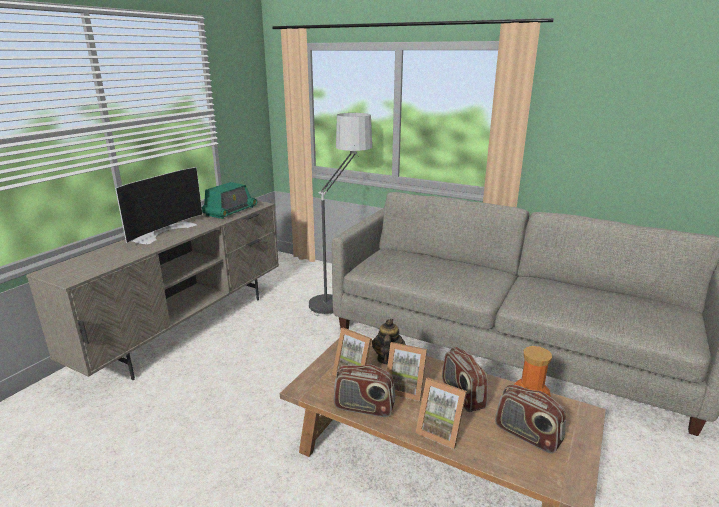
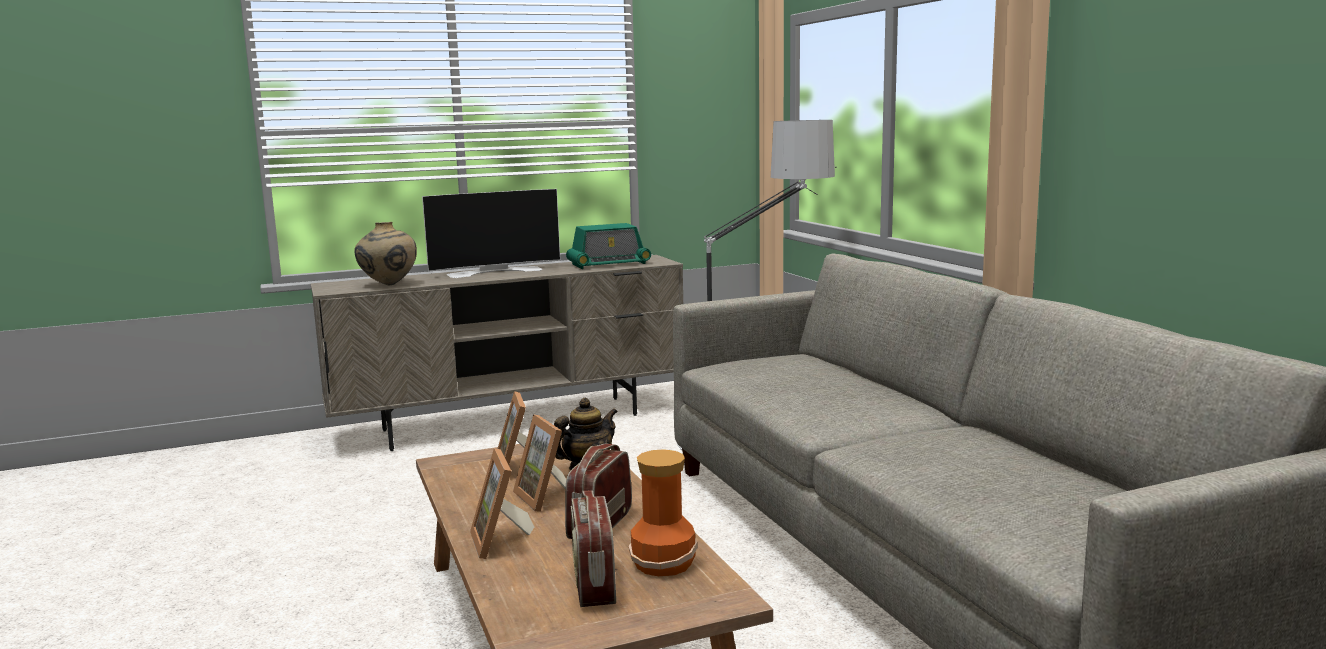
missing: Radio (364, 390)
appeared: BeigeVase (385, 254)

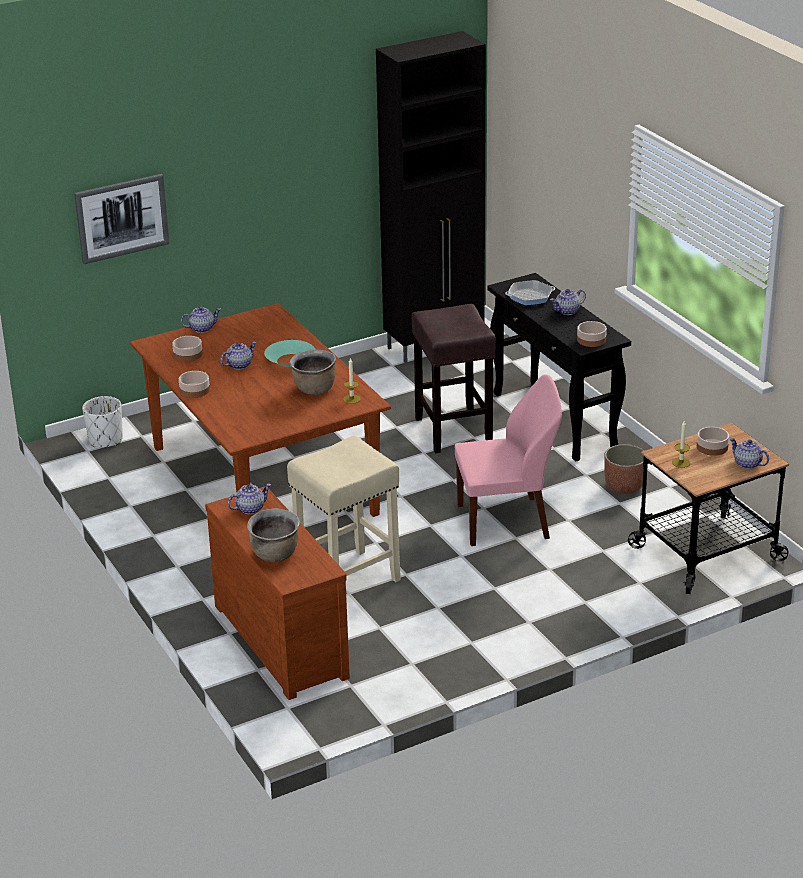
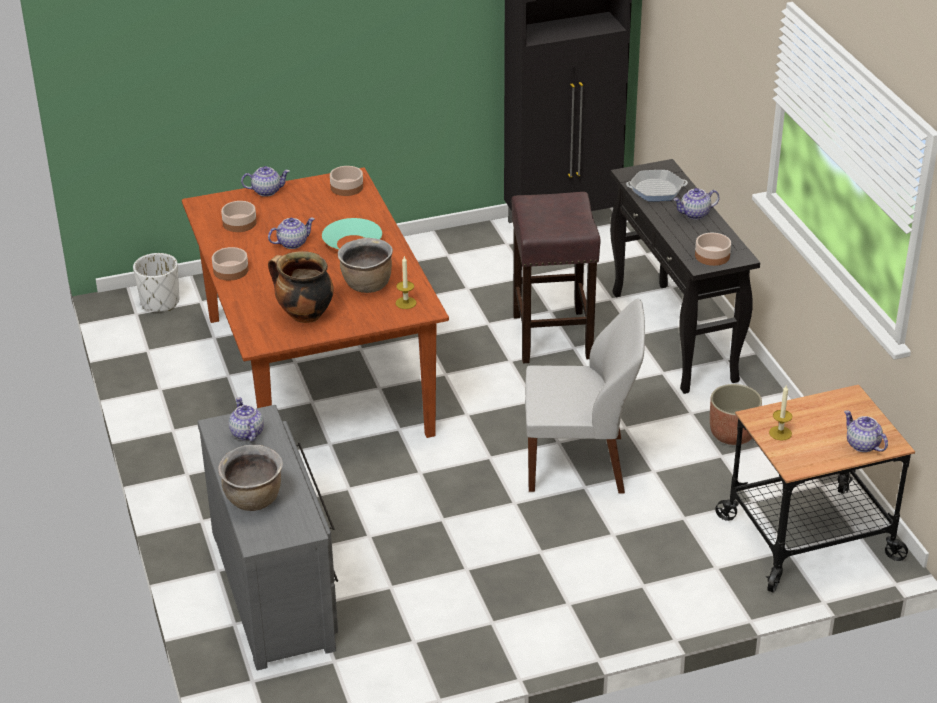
missing: Picture (122, 219); BeigeStool (344, 509)
appeared: CookingPot (301, 287)
relocated: Bowl (713, 441) to (346, 181)
colour: BrownDresser (277, 593) to GreyDresser (267, 537); PinkChair (508, 460) to WhiteChair (585, 396)
spun: Teapot (249, 499) = (246, 419) 90 degrees counterclockwise

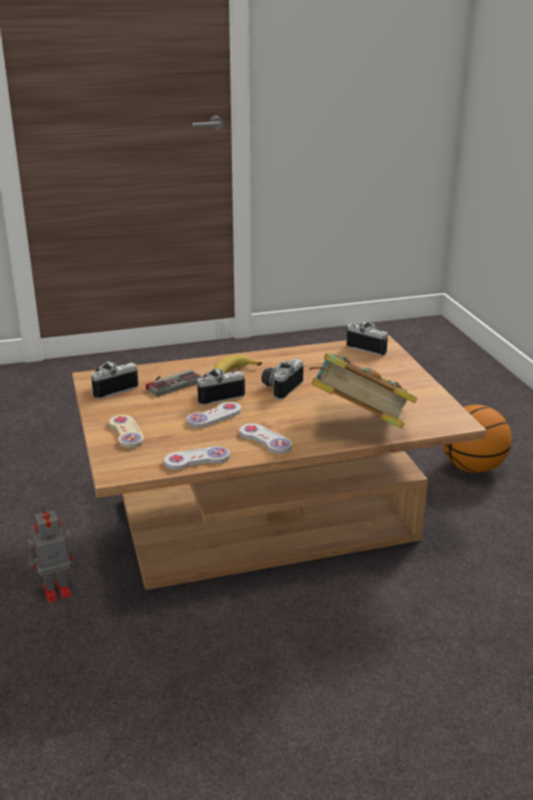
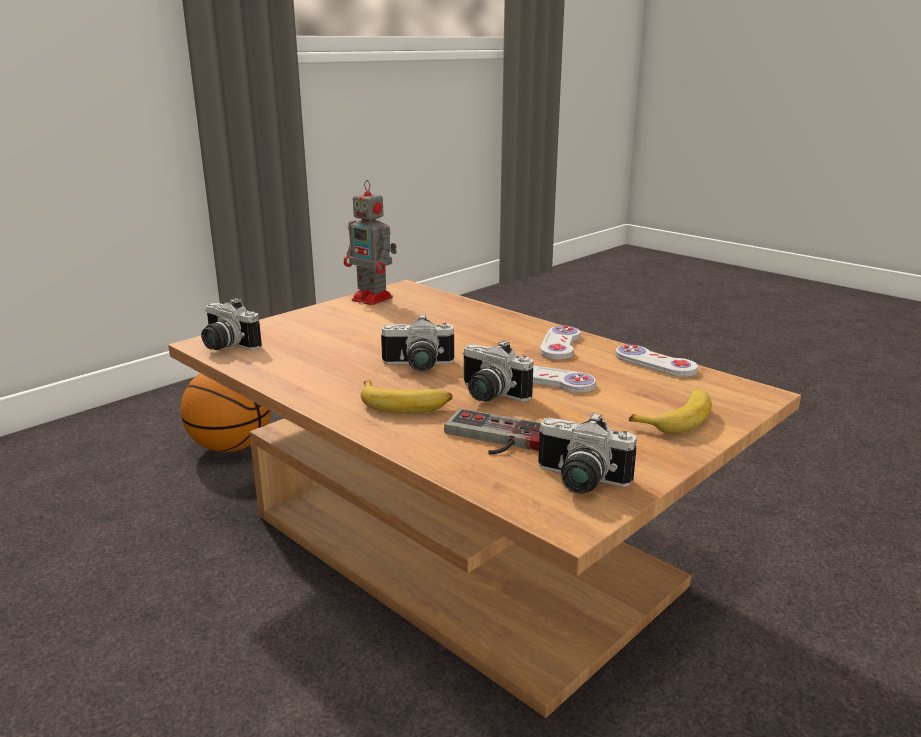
missing: Book (363, 390)
relocated: ToyRobot (50, 554) to (370, 242)
exchanged: BeigeGameController (126, 431) to Banana (670, 411)
spun: PhotoCamera (367, 338) = (231, 324) 60 degrees counterclockwise

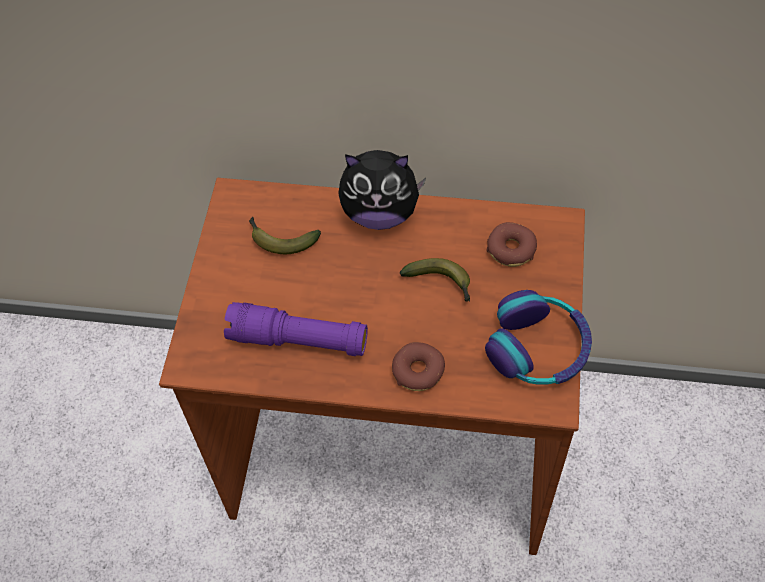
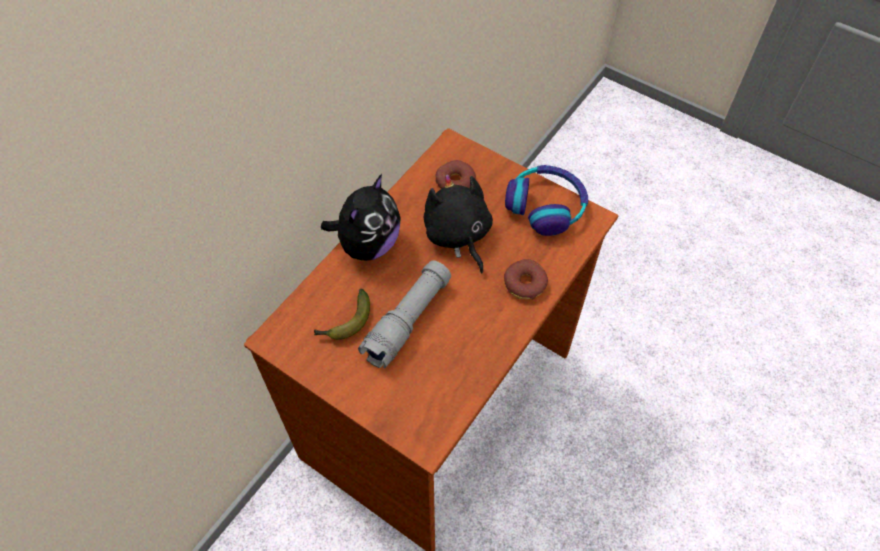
missing: PurpleFlashlight (296, 329)
appeared: GreyFlashlight (404, 314)
exchanged: Banana (435, 280) to BlackPlushToy (458, 223)

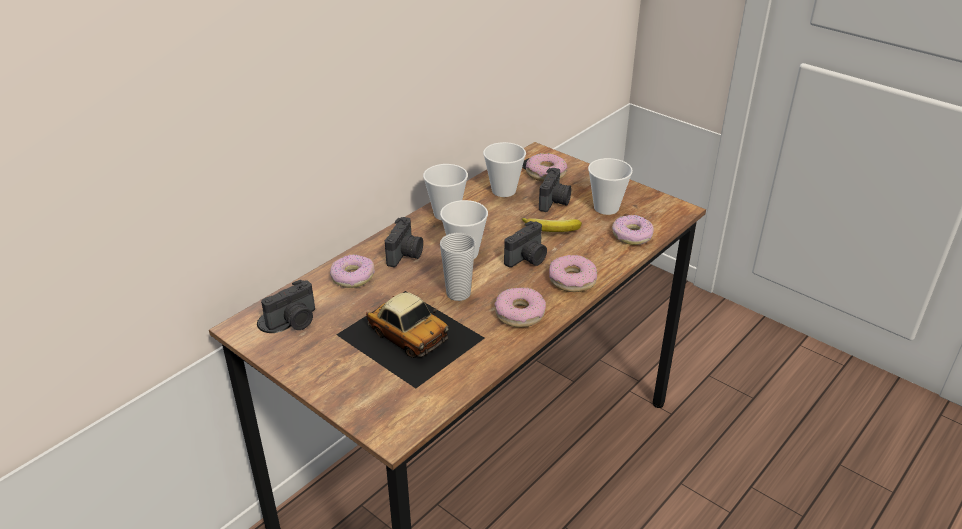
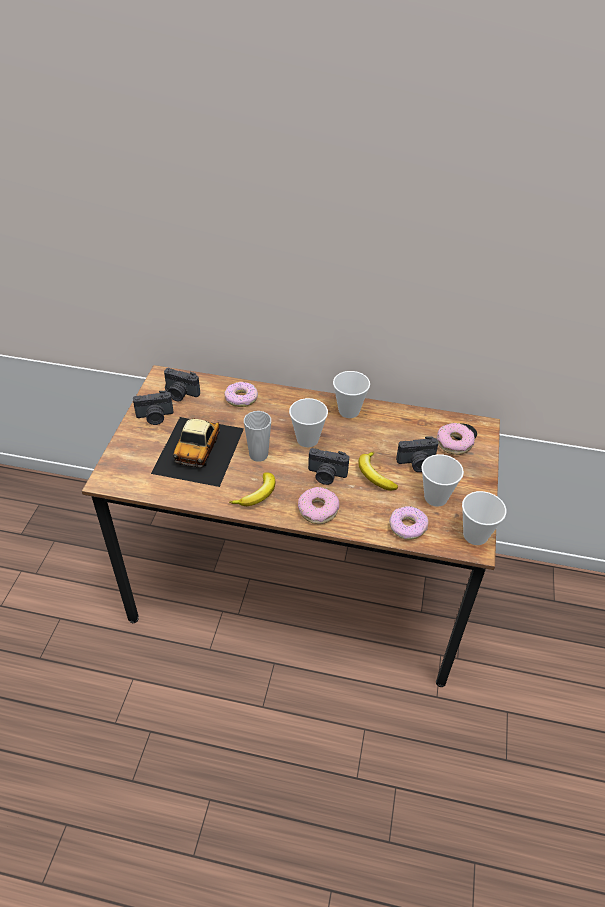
relocated: PhotoCamera (404, 242) to (153, 408); Cup (504, 169) to (484, 518)
exchanged: Donut (520, 307) to Banana (252, 489)

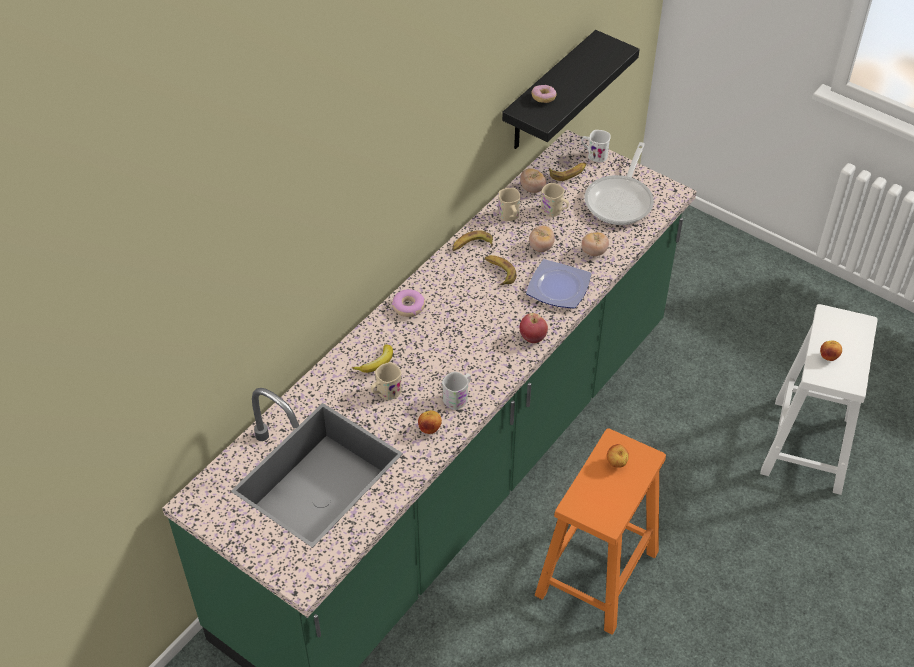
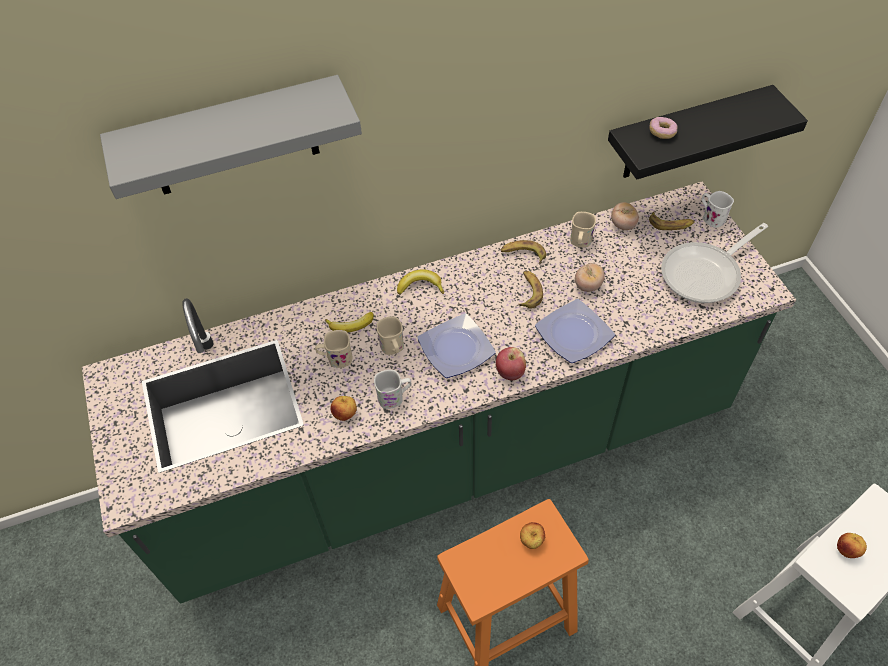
missing: Tomato (595, 244)
appeared: GreyShelf (231, 137); Plate (456, 345)
relocated: BeigeMug (555, 200) to (390, 335)
exchanged: Donut (408, 303) to Banana (420, 281)

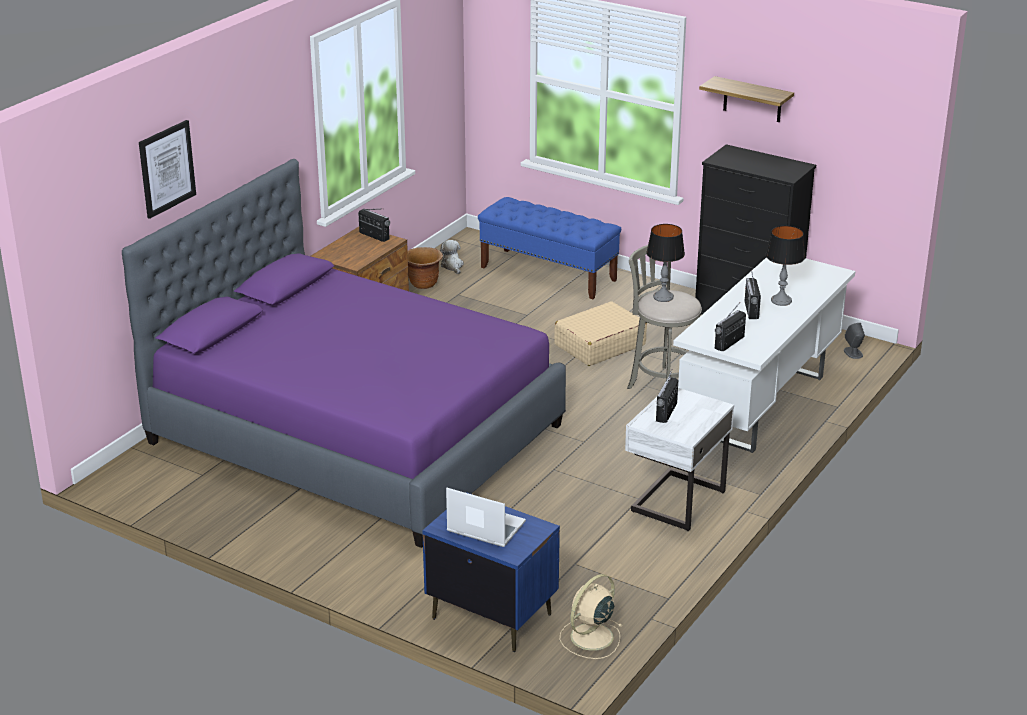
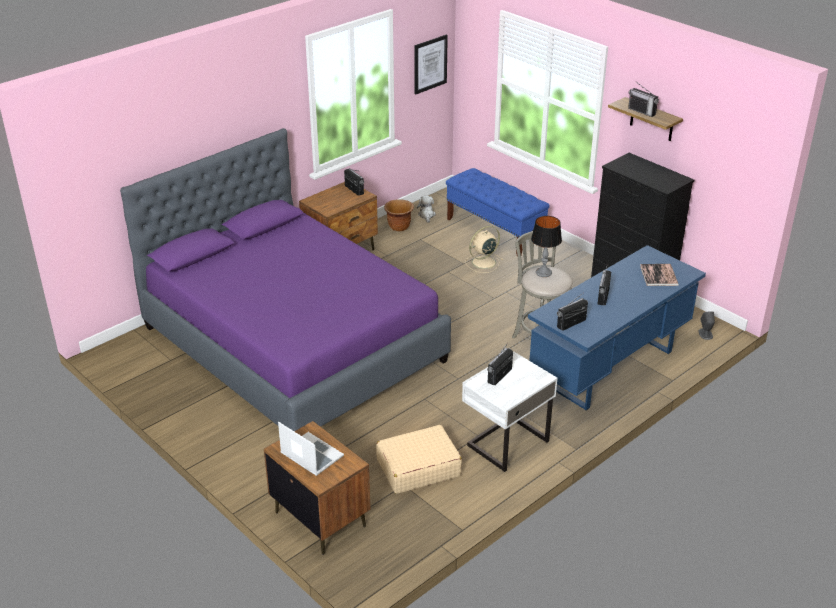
missing: TableLamp (785, 266)
appeared: Radio (643, 100); Book (659, 275)
relocated: BeigeSuitcase (600, 333) to (419, 459); Picture (167, 169) to (431, 64); BeigeFan (591, 616) to (484, 249)
colour: BlueNightstand (491, 572) to BrownNightstand (317, 488); WhiteDesk (764, 355) to BlueDesk (617, 327)

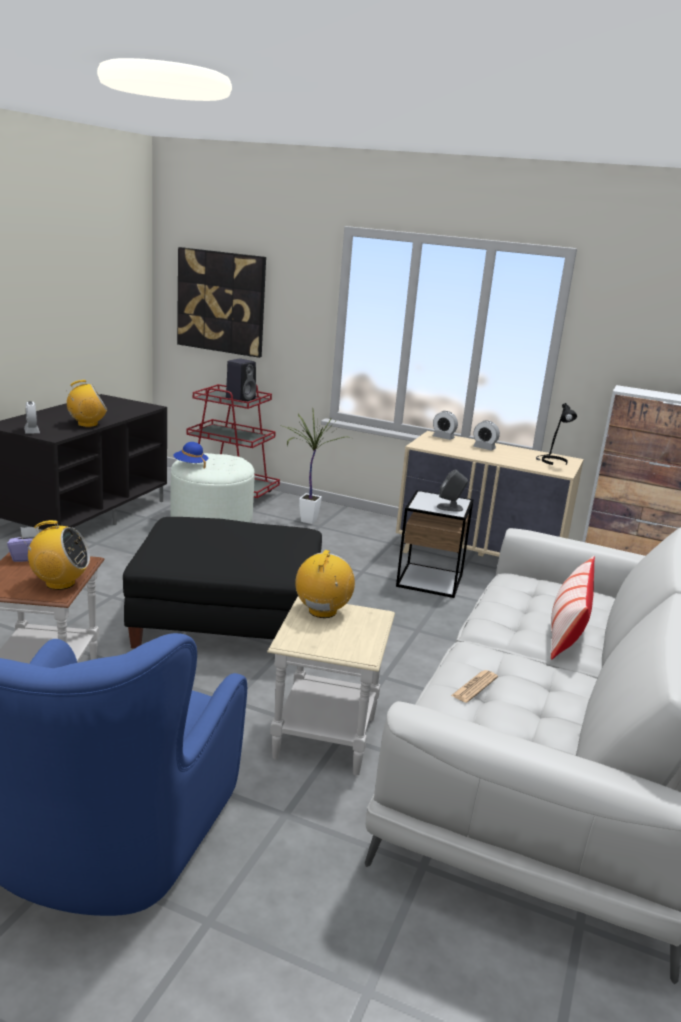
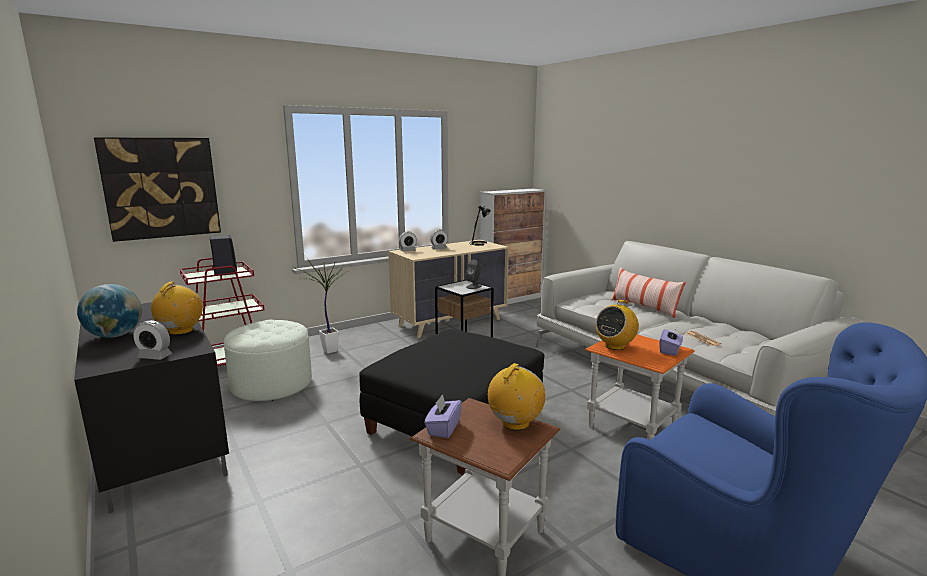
missing: BlueHat (190, 455)
appeared: Globe (109, 311); PurpleTissueBox (671, 342)
colour: BeigeSideTable (331, 686) to OrangeSideTable (640, 387)
spun: Radio (325, 584) = (617, 325) 90 degrees counterclockwise

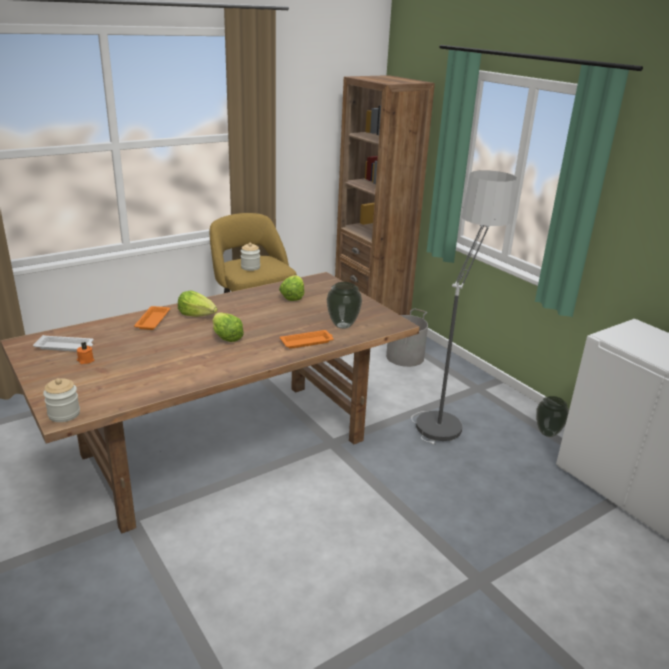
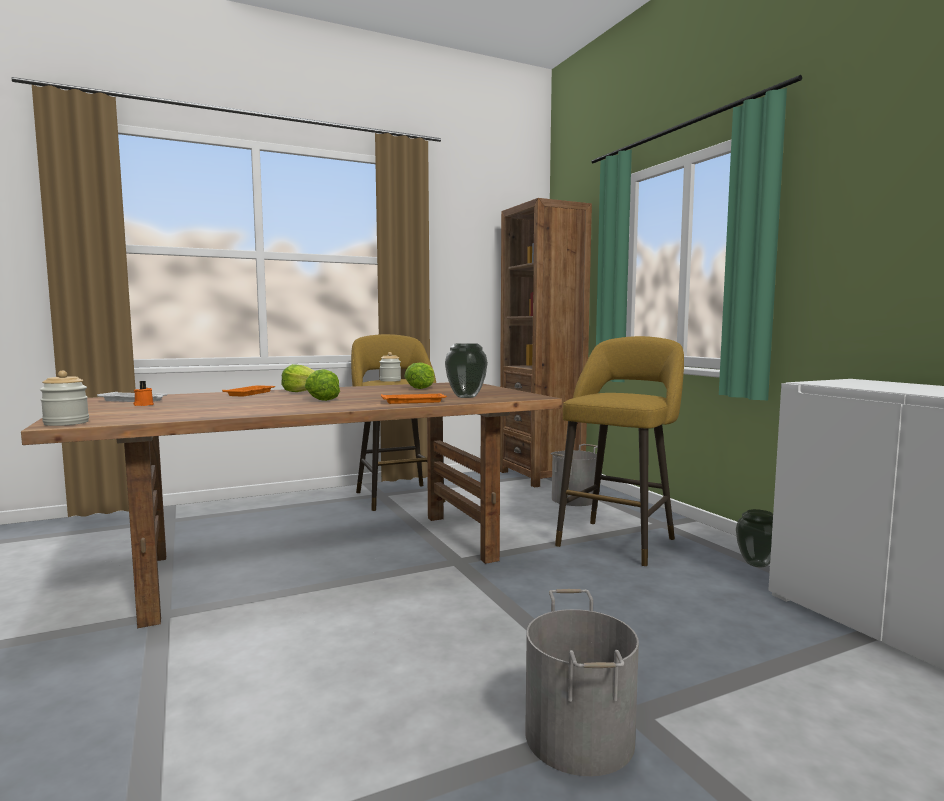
appeared: GreyBucket (582, 682)
exchanged: FloorLamp (463, 307) to YellowStool (619, 451)

